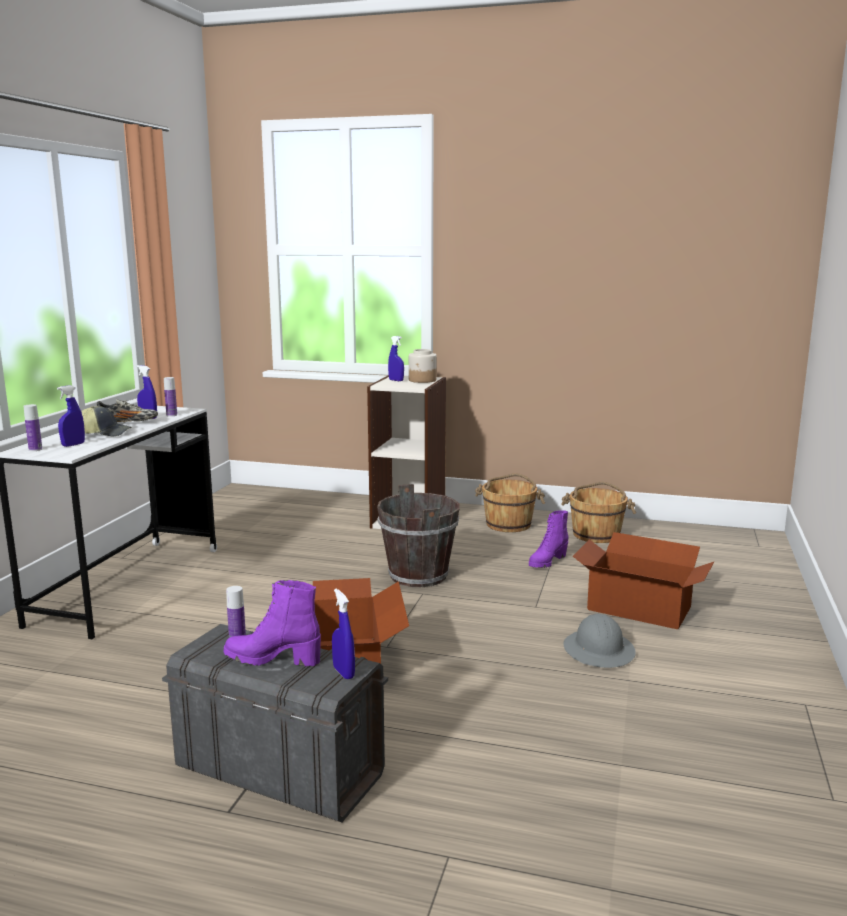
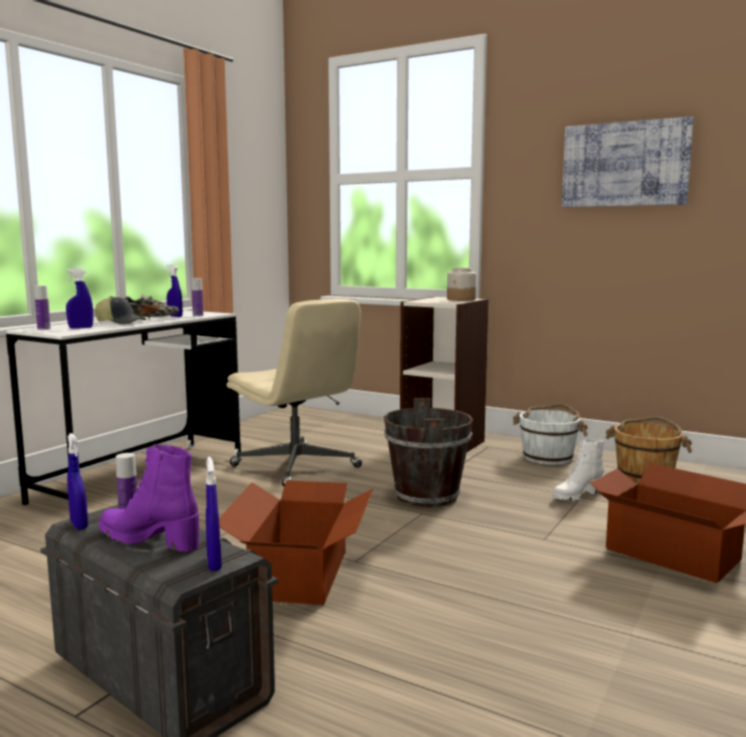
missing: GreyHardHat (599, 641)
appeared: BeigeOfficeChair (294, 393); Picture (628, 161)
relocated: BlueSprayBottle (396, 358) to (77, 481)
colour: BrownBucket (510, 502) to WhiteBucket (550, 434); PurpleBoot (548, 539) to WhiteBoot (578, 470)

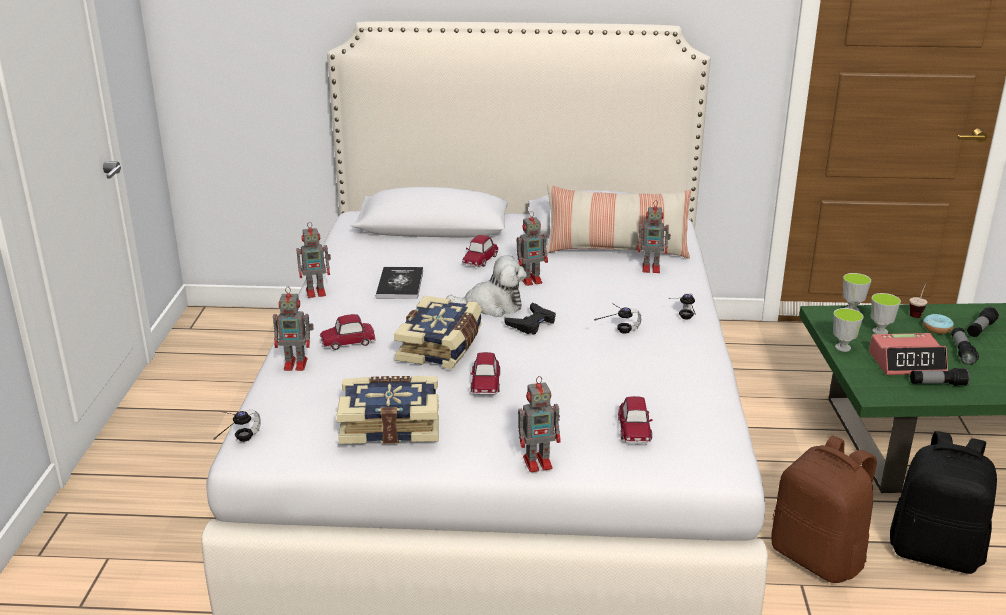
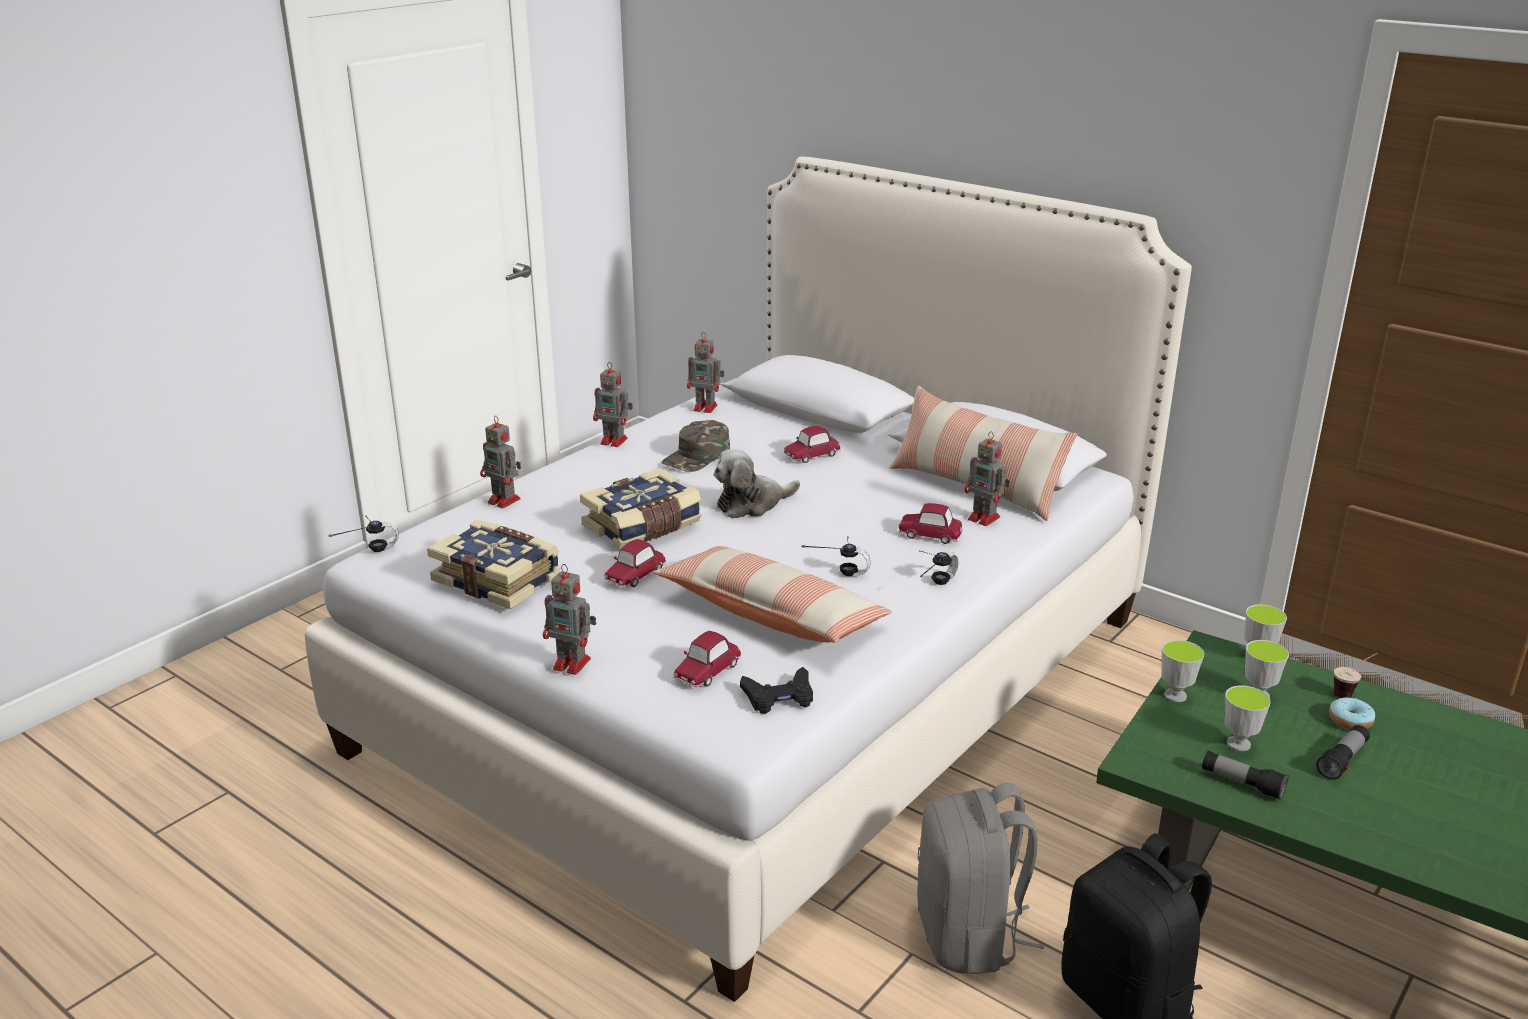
missing: Flashlight (983, 321)
appeared: Pillow (772, 594)
relocated: ToyRobot (532, 248) to (705, 372); BlackGameController (530, 319) to (776, 690); ToyCar (348, 332) to (930, 523)
exchanged: Book (399, 283) to GreenCap (696, 446); AlarmClock (908, 354) to Cup (1247, 718)
colour: BrownBackpack (824, 509) to GreyBackpack (980, 878)
spun: PlushToy (486, 286) = (757, 483) 120 degrees clockwise

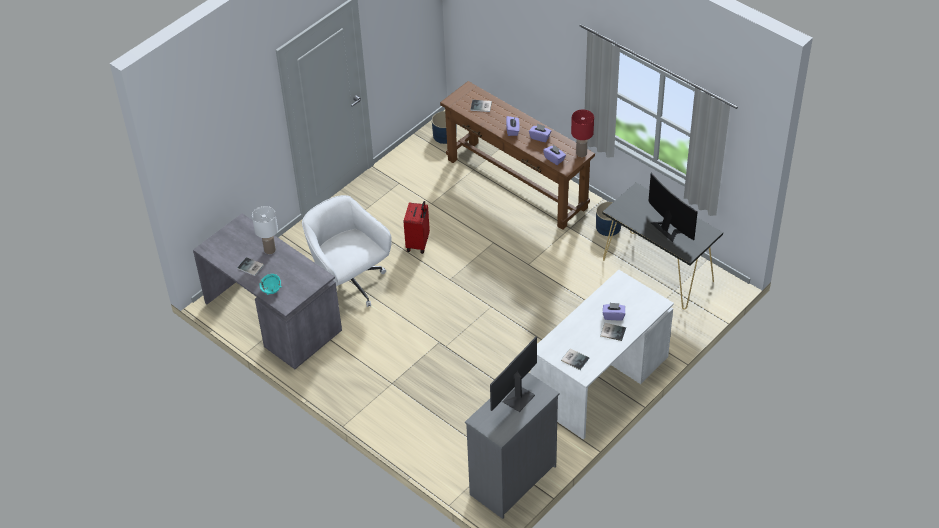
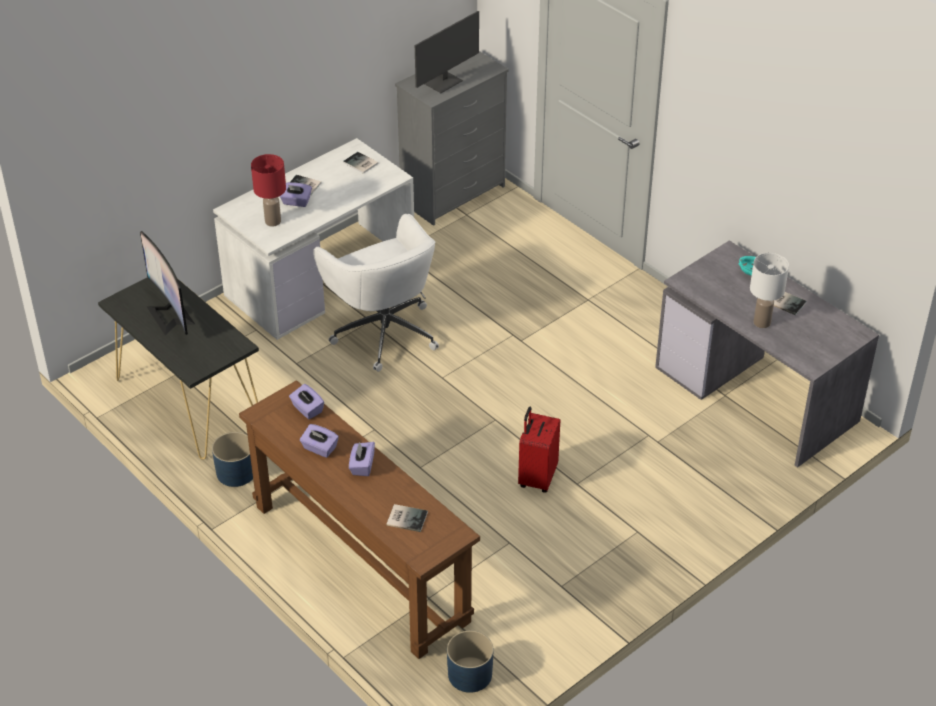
relocated: RedTableLamp (582, 133) to (268, 190); WhiteOfficeChair (347, 251) to (376, 293)

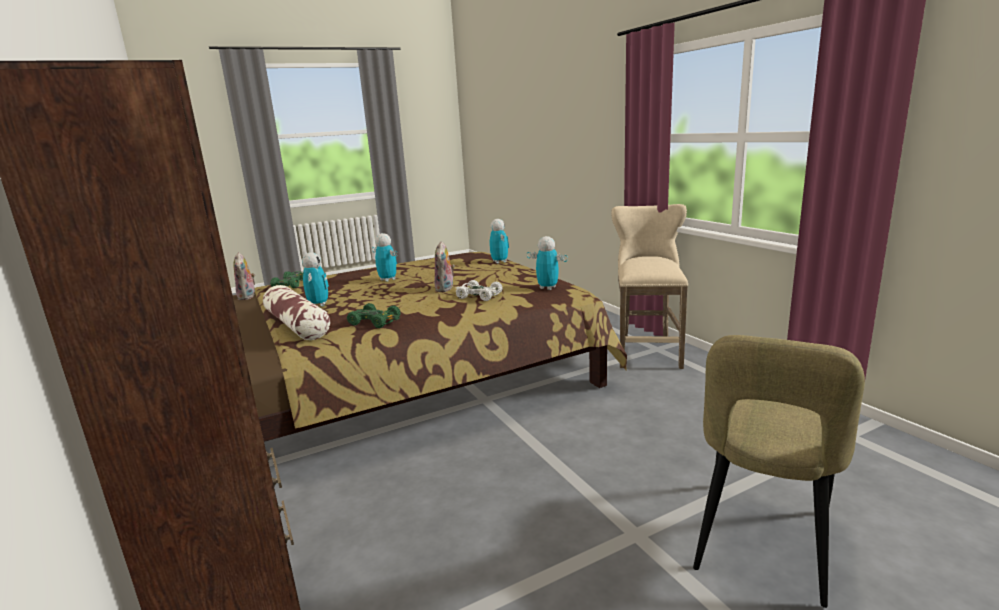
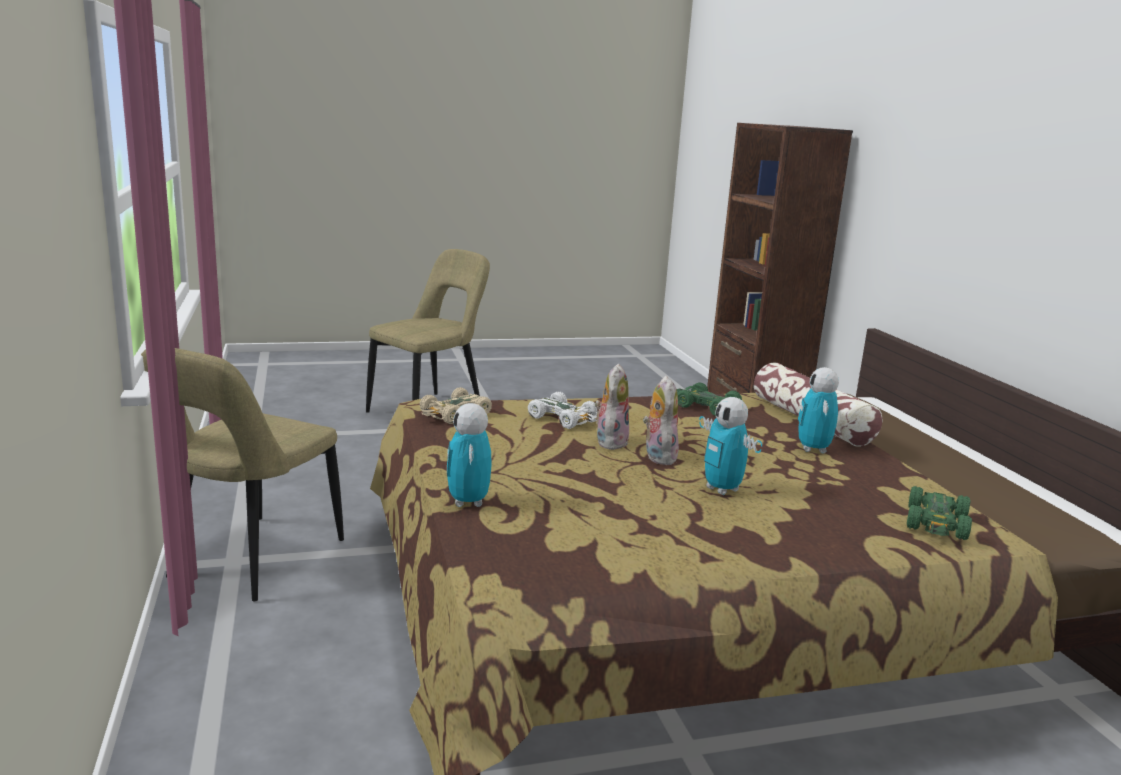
relocated: PlushToy (244, 276) to (661, 420)
exchanged: BeigeStool (649, 286) to BeigeChair (242, 474); ToyRobot (547, 263) to BeigeToyCar (456, 405)

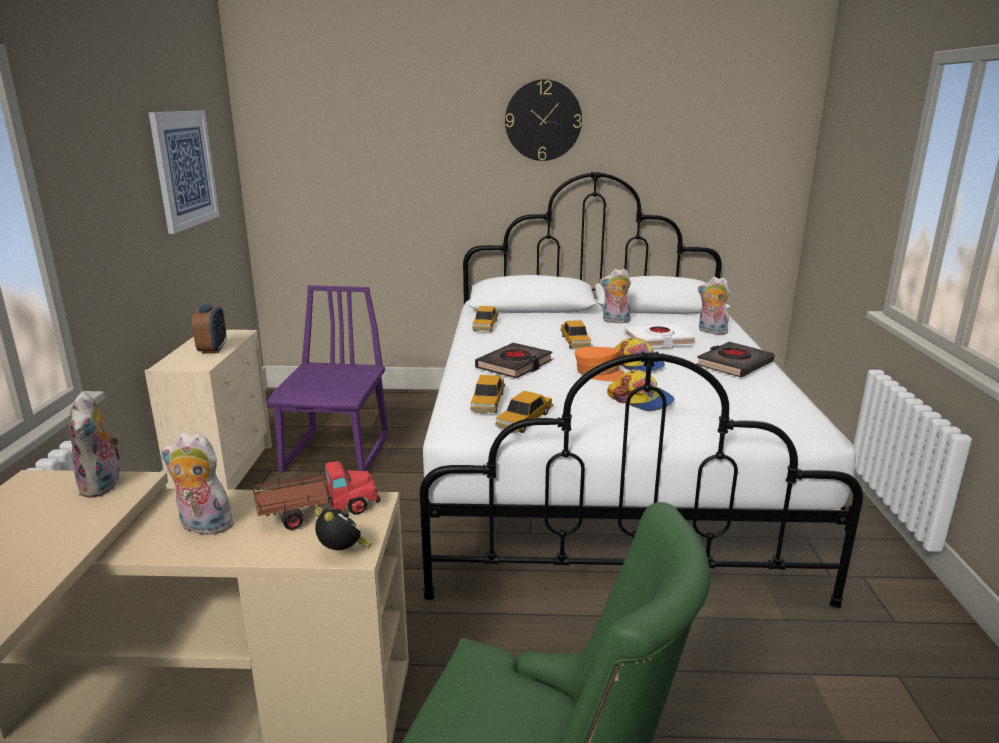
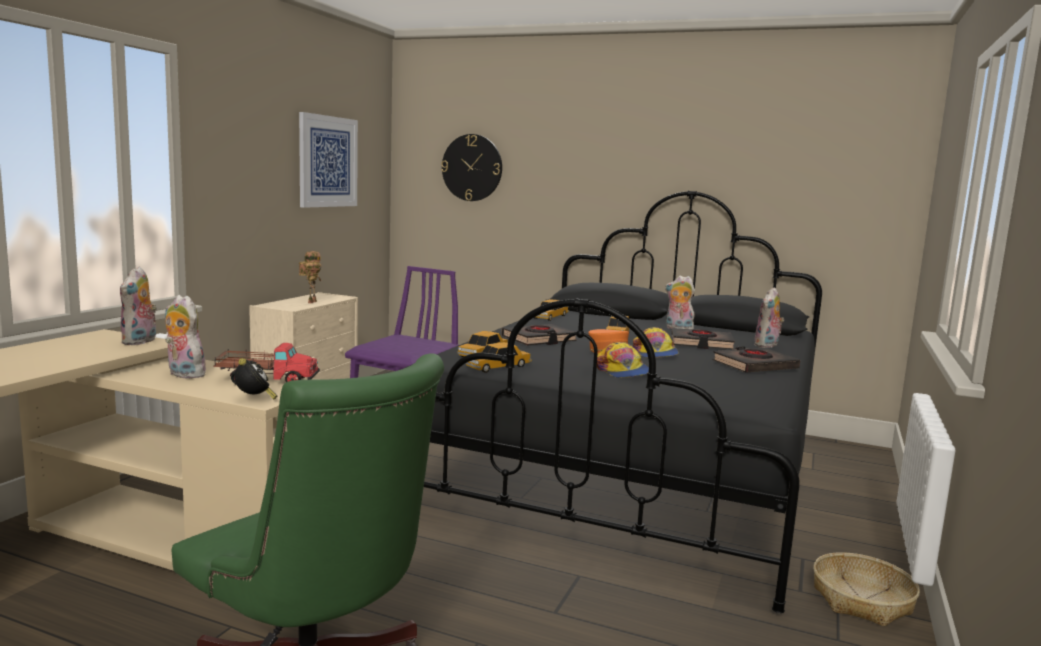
appeared: Basket (866, 589)
relocated: WallClock (543, 120) to (471, 167)
exchanged: AlarmClock (209, 329) to ToyRobot (310, 277)
colour: WhiteBed (641, 390) to BlackBed (613, 402); WhiteBook (660, 336) to BlackBook (703, 339)
spun: PlushToy (714, 306) = (769, 317) 105 degrees counterclockwise

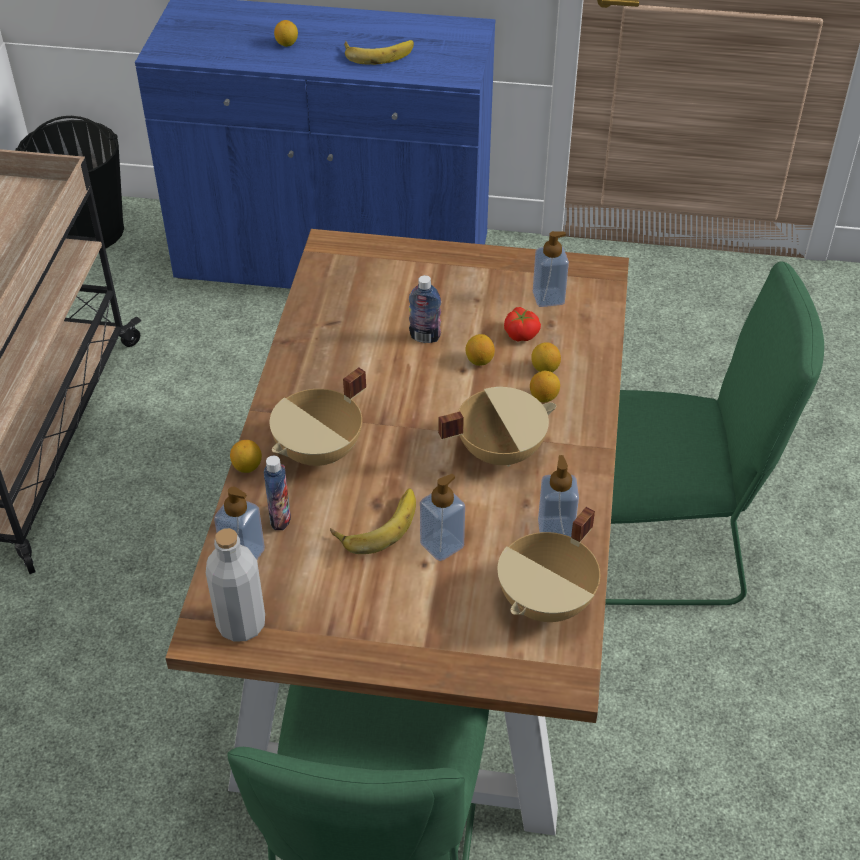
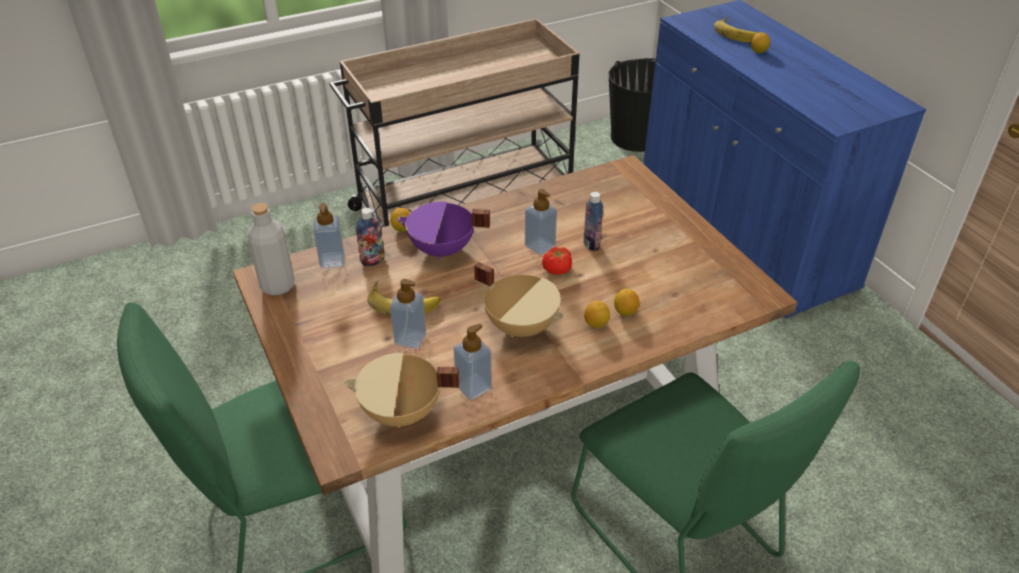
missing: Lemon (480, 350)
relocated: SoapDispenser (551, 269) to (541, 222); Tomato (522, 324) to (557, 261); Banana (379, 52) to (735, 30)
colour: BeigeCookingPot (318, 417) to PurpleCookingPot (443, 231)

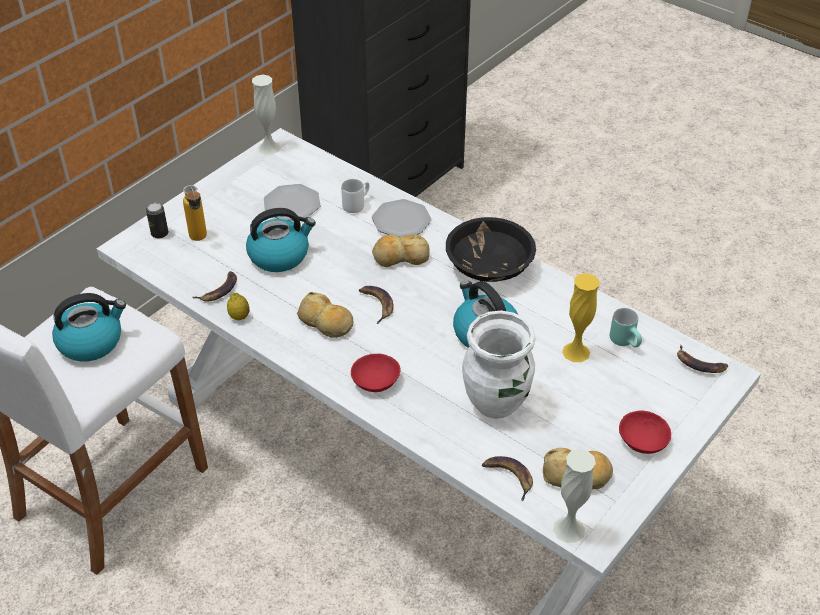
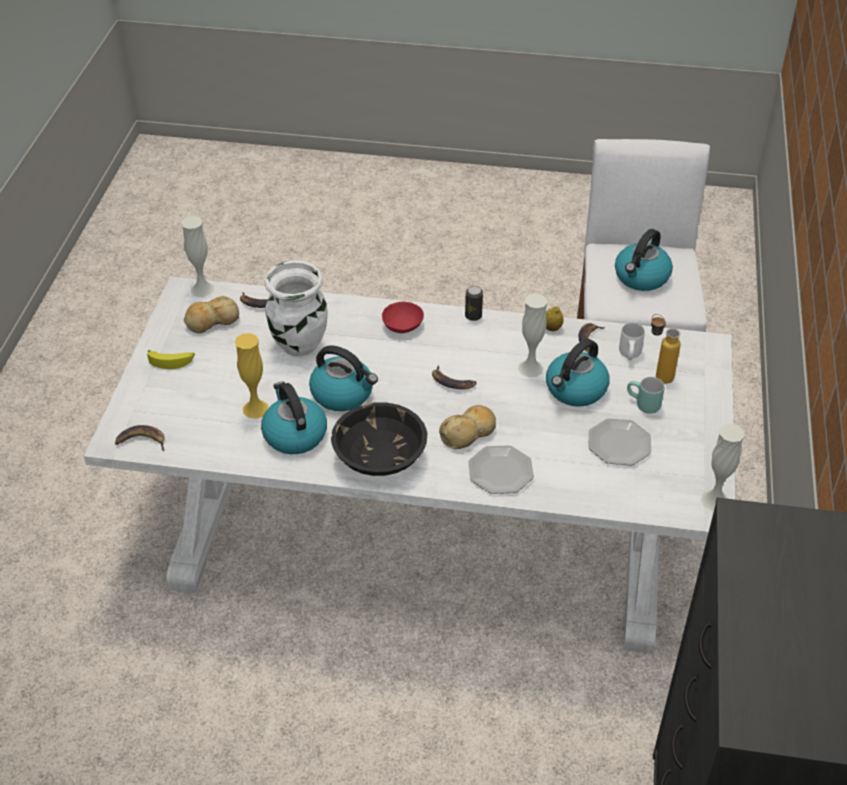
missing: Bread (325, 315)
appeared: Kettle (294, 417); WhiteVase (533, 335)
relocated: Can (157, 221) to (474, 303); WhiteMug (355, 196) to (632, 341); TurquoiseMug (626, 327) to (646, 395)
exchanged: RedBowl (645, 432) to Banana (171, 359)

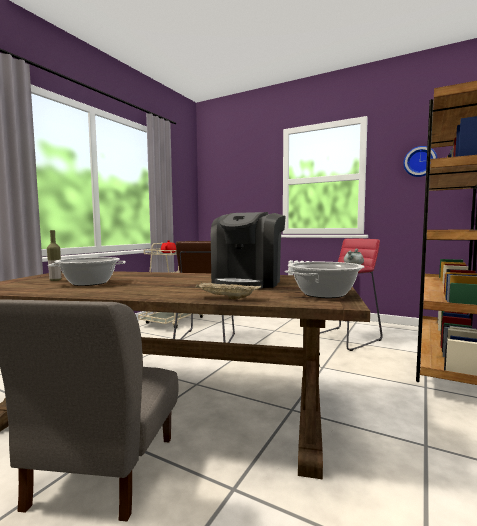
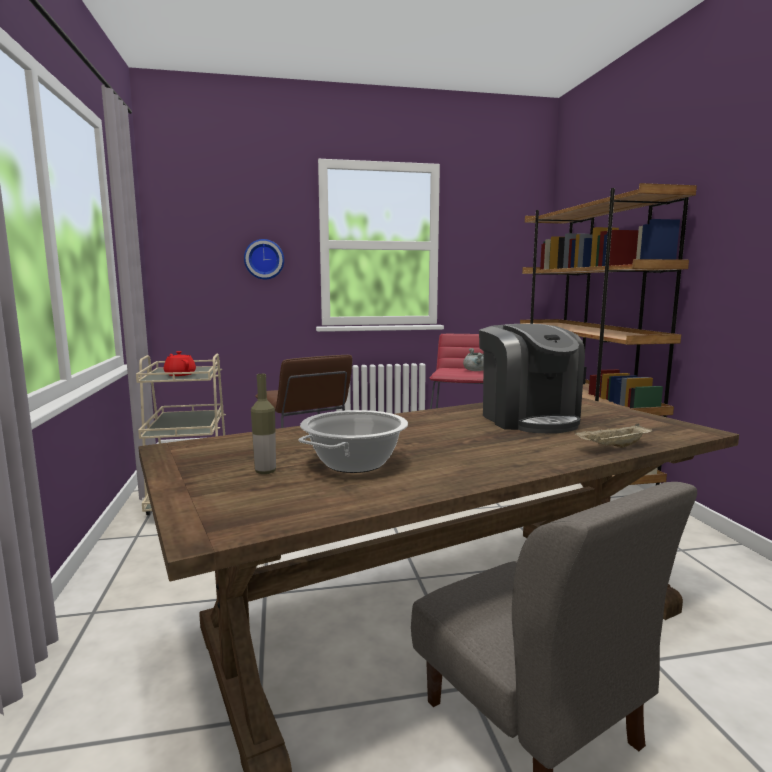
missing: CookingPot (324, 280)
relocated: WallClock (420, 161) to (264, 259)

